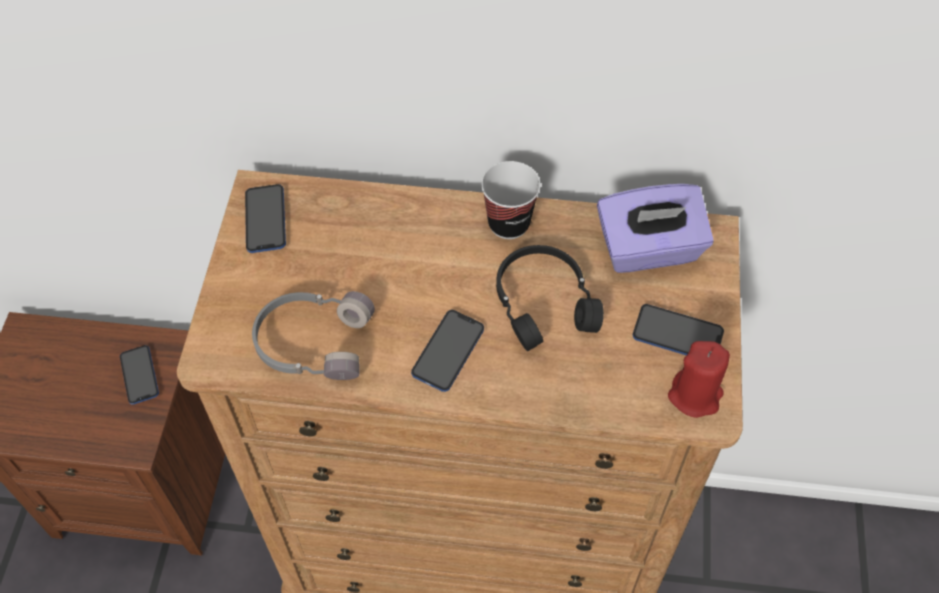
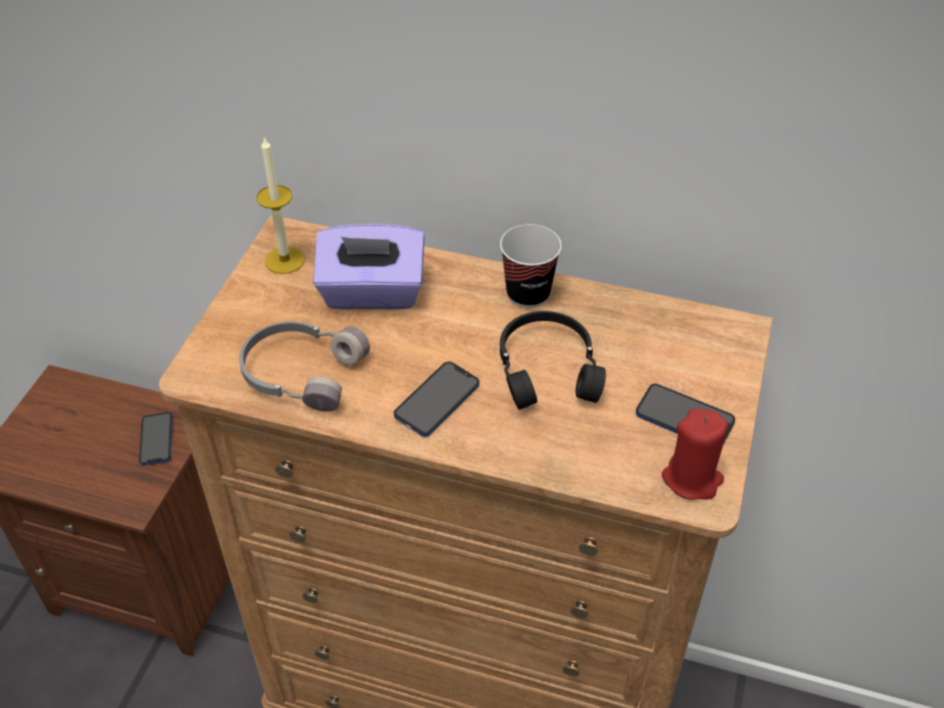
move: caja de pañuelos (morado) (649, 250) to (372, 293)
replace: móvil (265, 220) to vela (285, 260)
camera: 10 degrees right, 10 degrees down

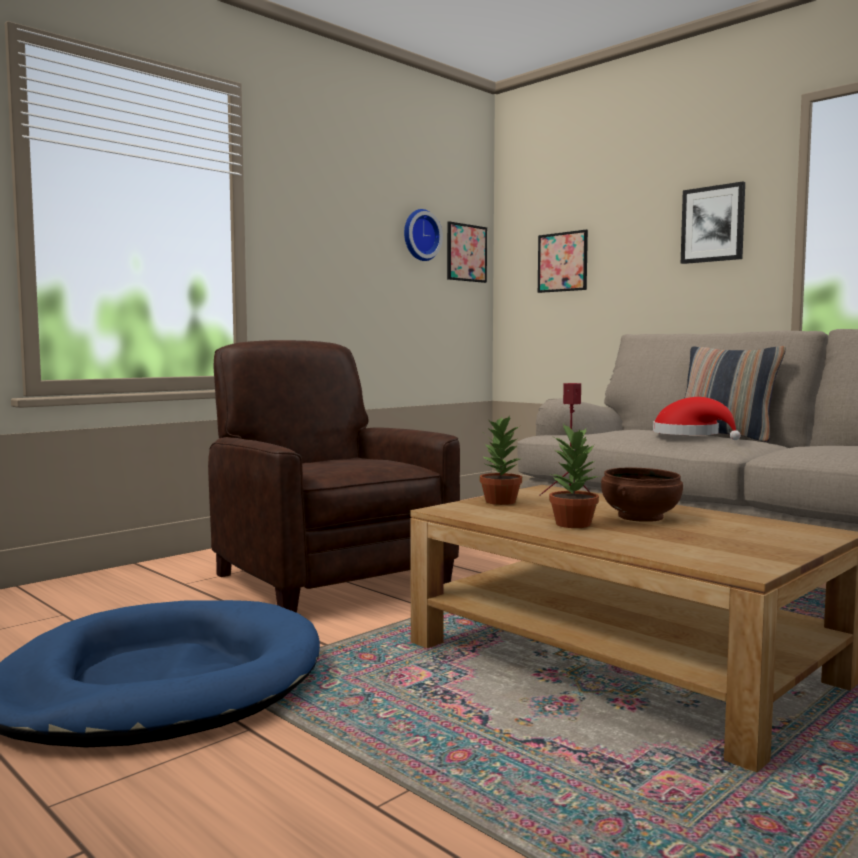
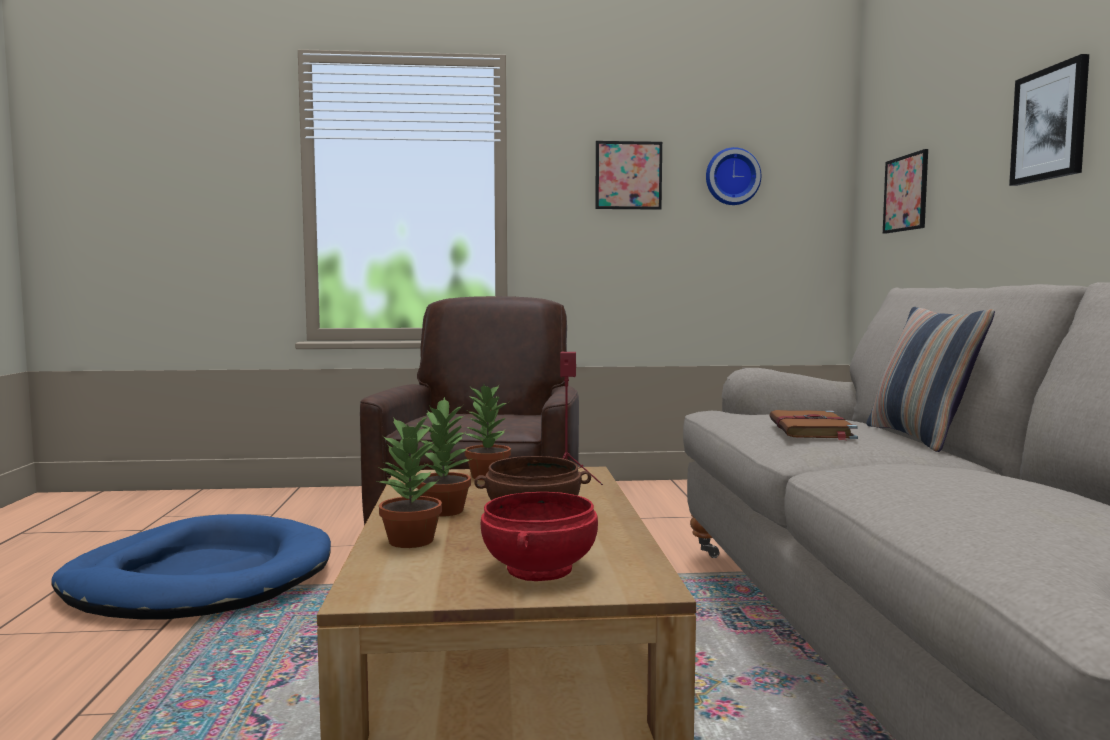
insert: planta en maceta (411, 541); cuenco (rojo) (541, 569)
move: cuadro (466, 253) to (628, 175)
replace: sombrero (rojo) (690, 435) to libro (marrón) (811, 429)
camera: 40 degrees right, 0 degrees up

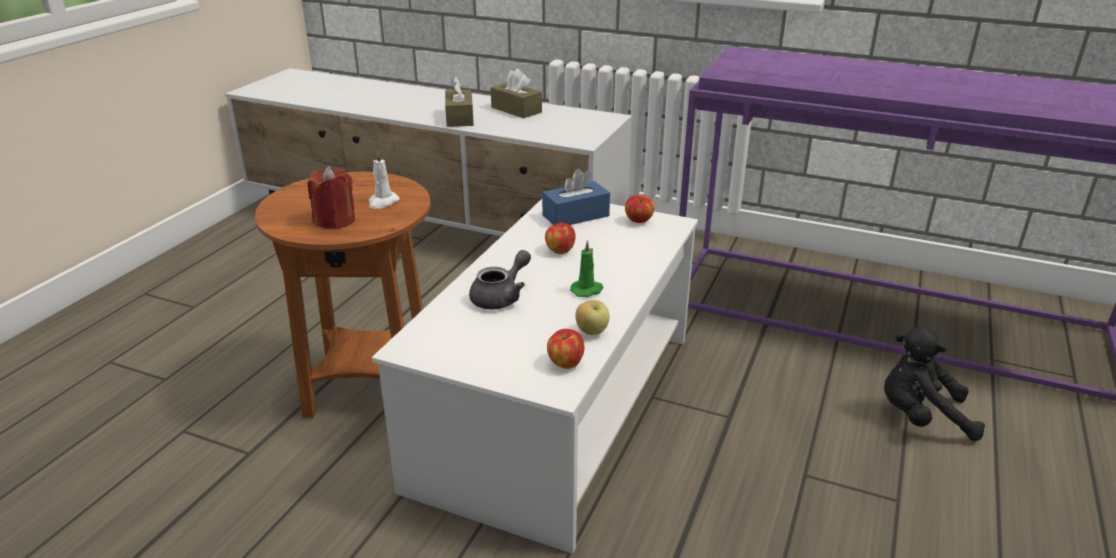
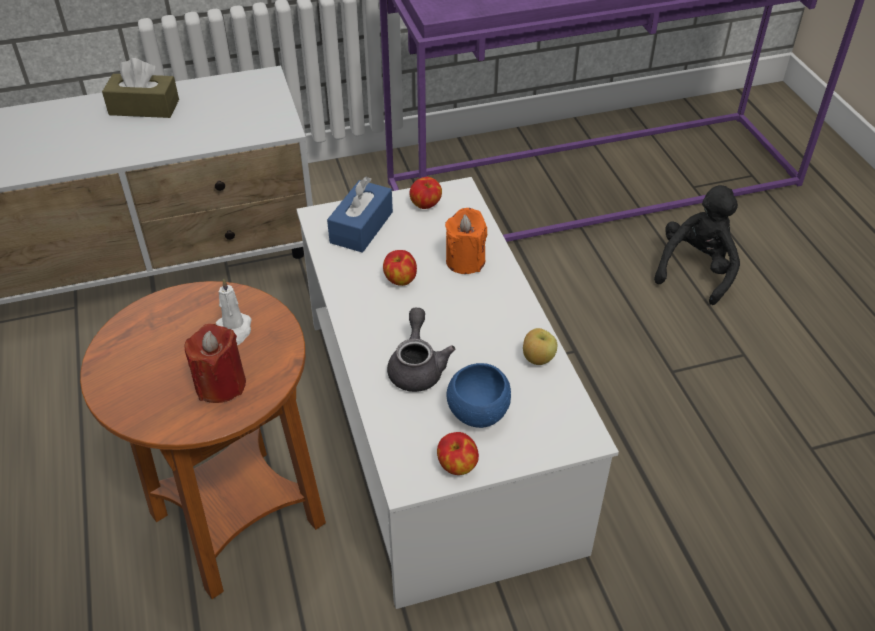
delete: caja de pañuelos (marrón) (459, 118); vela (verde) (587, 290)
insert: vela (naranja) (465, 261); cuenco (azul) (477, 413)
move: manzana (565, 363) to (457, 466)
rotate: peluche (negro) (920, 417) = (696, 270) 150 degrees clockwise
camera: 40 degrees left, 15 degrees up

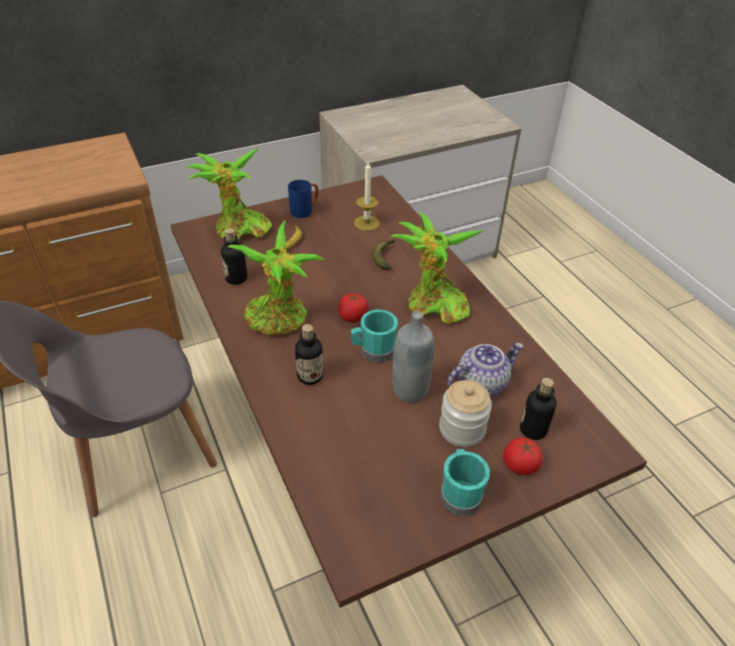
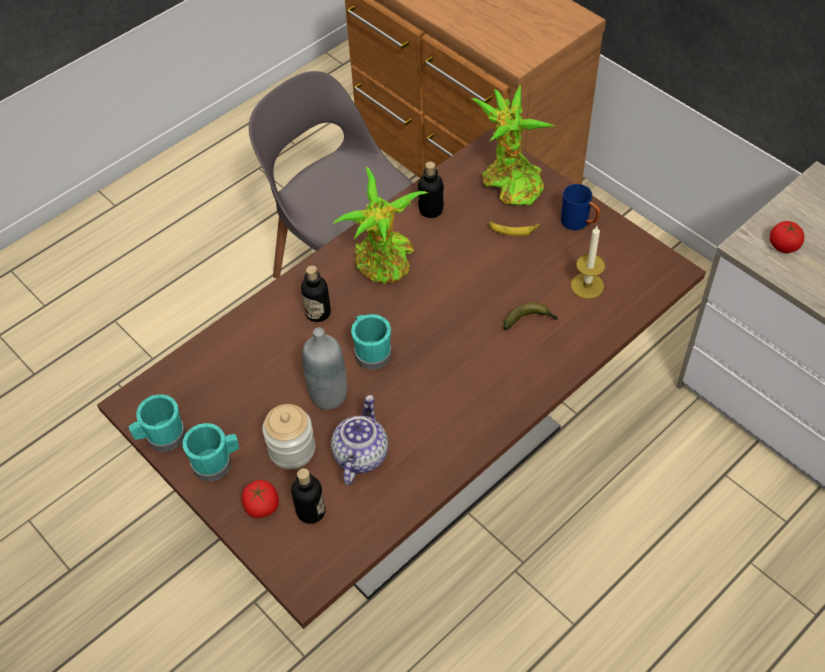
delete: planta en maceta (433, 306)
insert: taza grande (turquesa) (161, 437)
move: tomate (352, 317) to (783, 246)
rotate: tetera (481, 383) = (360, 454) 120 degrees counterclockwise
camera: 75 degrees right, 10 degrees up

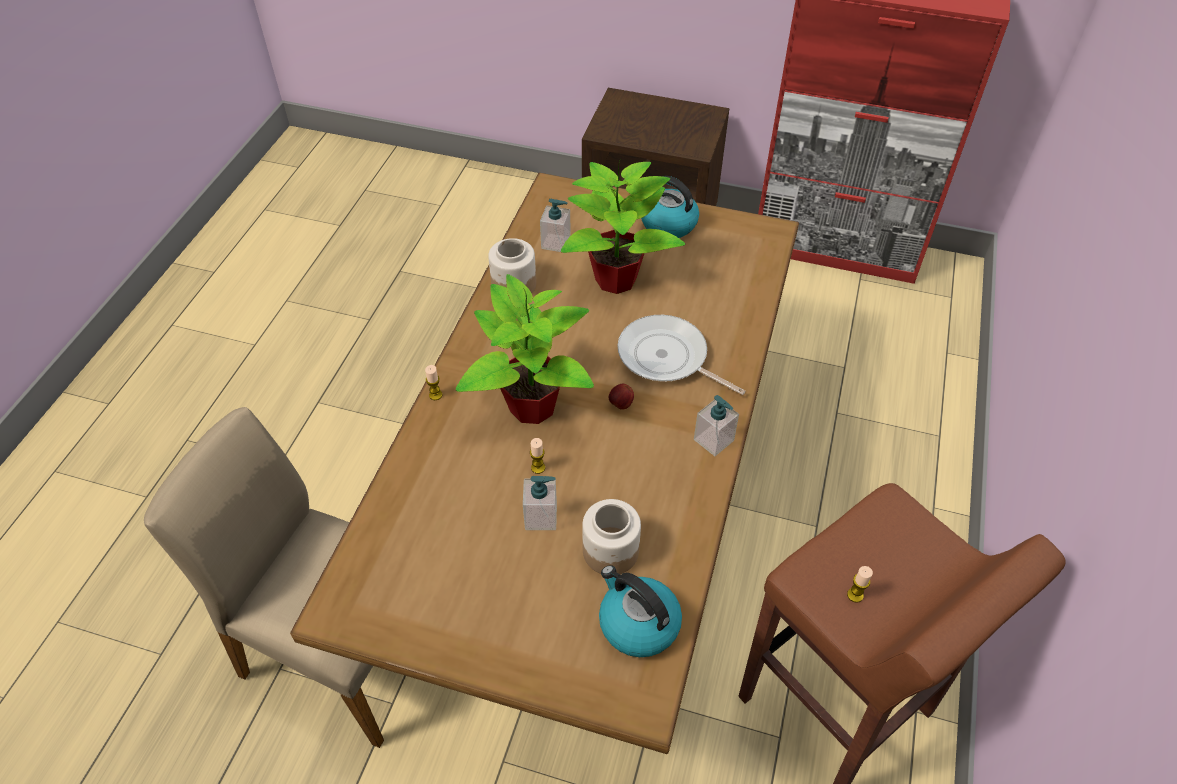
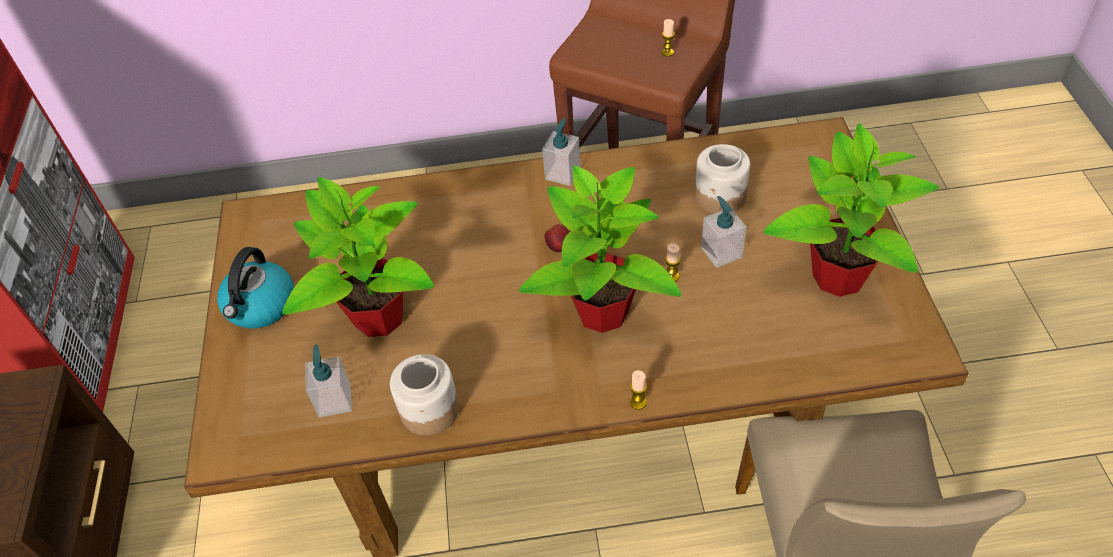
delete: sartén (667, 358); hervidor (637, 624)
insert: planta en maceta (837, 275)
camera: 110 degrees left, 0 degrees up

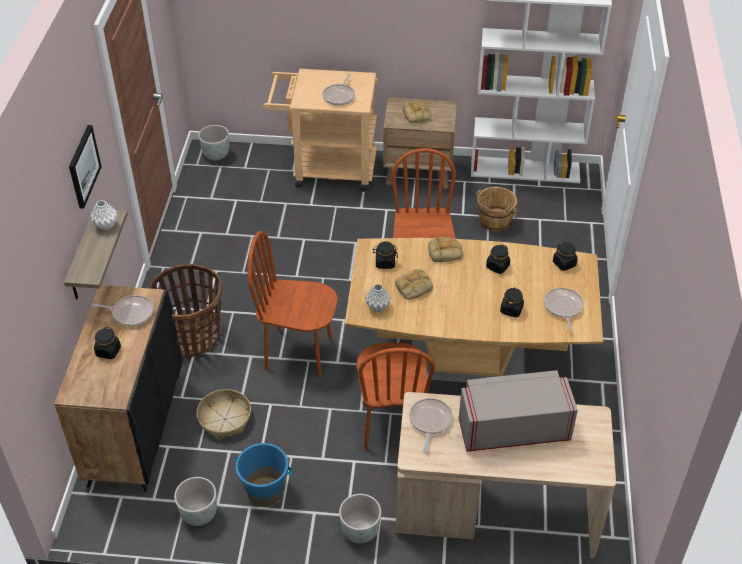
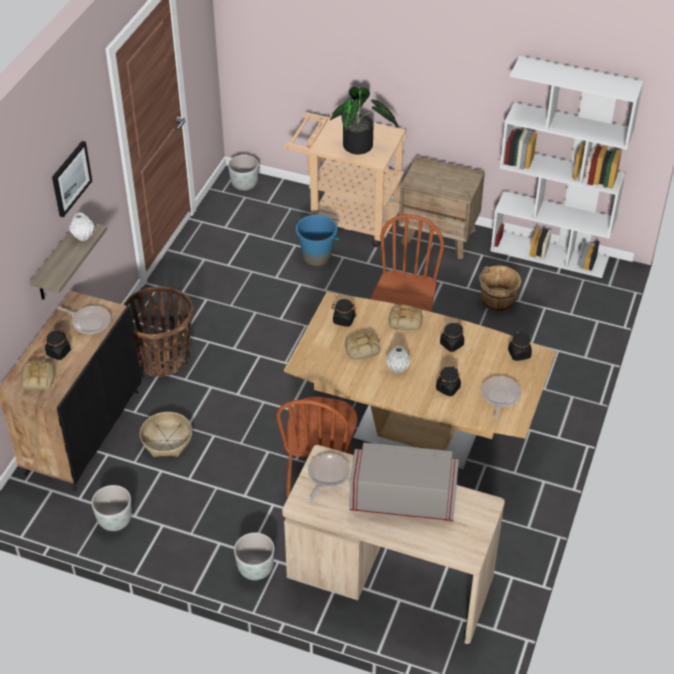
delete: silla (marrón) (298, 352)
move: pan (417, 115) to (38, 378); florero (gris) (377, 307) to (397, 368); cubo (azul) (265, 491) to (317, 256)
replace: sartén (339, 96) to planta en maceta (360, 147)
camera: 15 degrees right, 0 degrees up

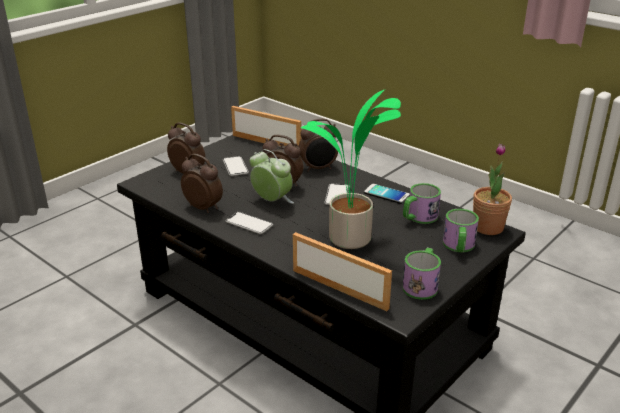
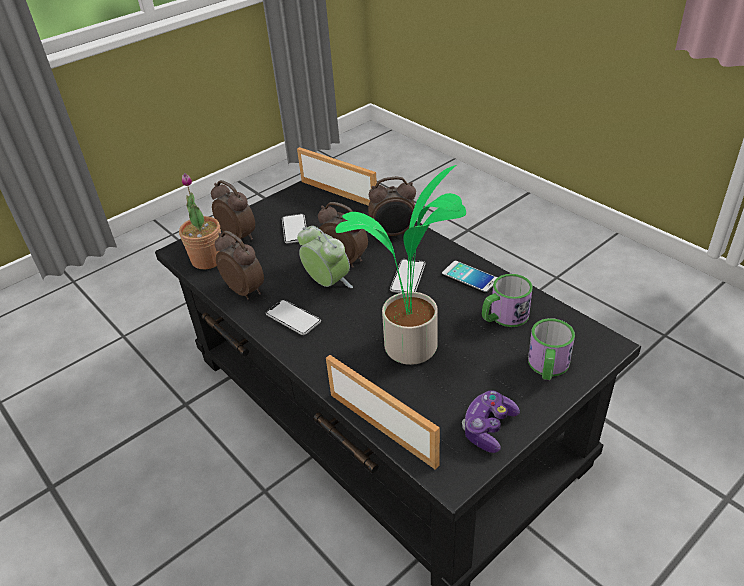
move: planta en maceta (488, 227) to (207, 260)
replace: taza grande (421, 284) to mando de consola (488, 428)
camera: 10 degrees right, 10 degrees up

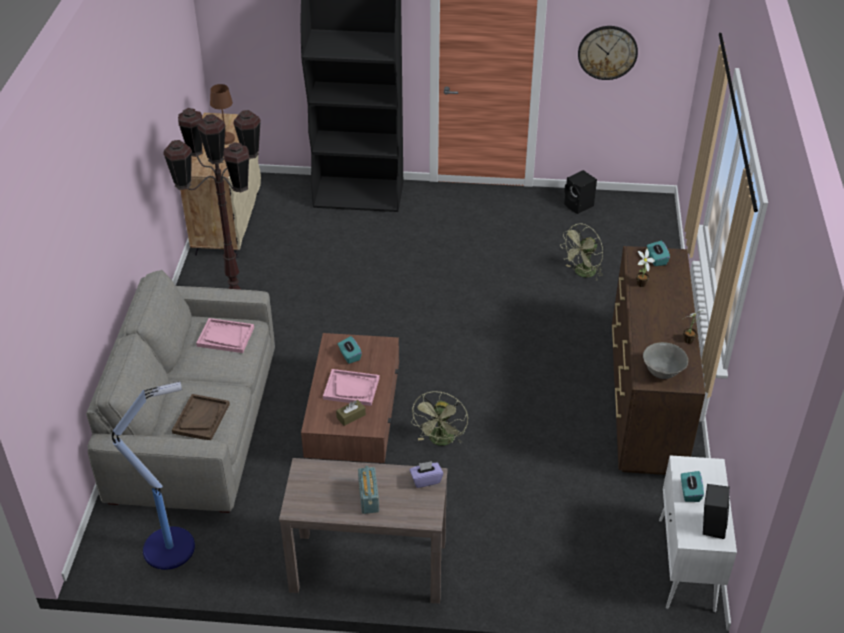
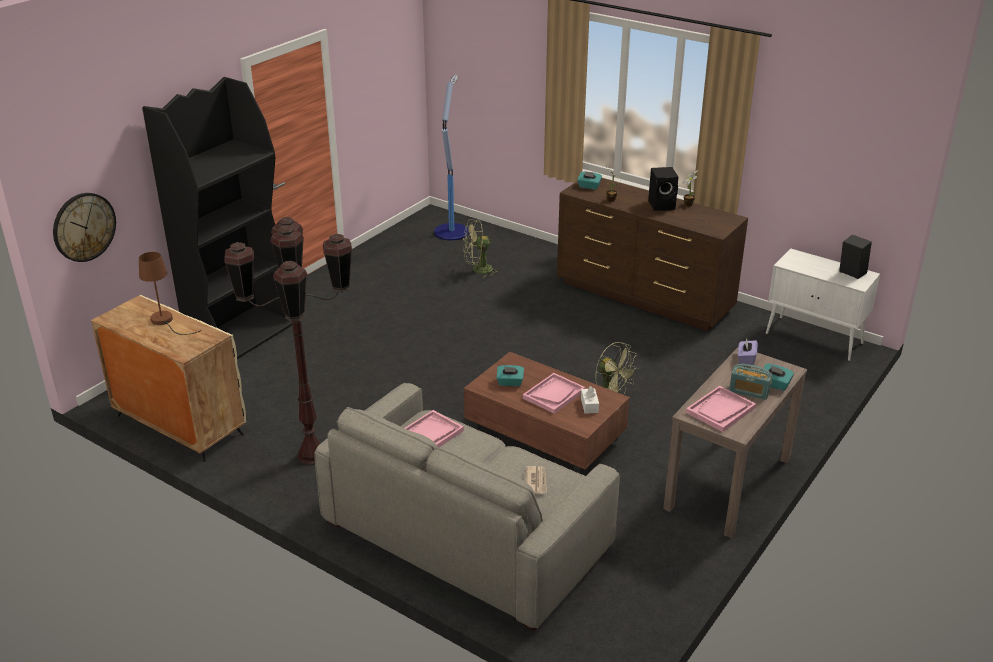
delete: cuenco (gris) (662, 372)
insert: bandeja (rosa) (720, 410)
move: reloj de pared (607, 52) to (84, 227); altavoz (negro) (579, 206) to (662, 205); lámpara de pie (171, 547) to (451, 231); caja de pañuelos (turquesa) (690, 492) to (774, 384)
replace: bandeja (marrón) (201, 418) to periódico (536, 481)
recolor: caja de pañuelos (marrón) (351, 416) to caja de pañuelos (blanco) (589, 405)
rotate: ventilador (verde) (582, 273) = (478, 270) 90 degrees clockwise
camera: 60 degrees left, 10 degrees down

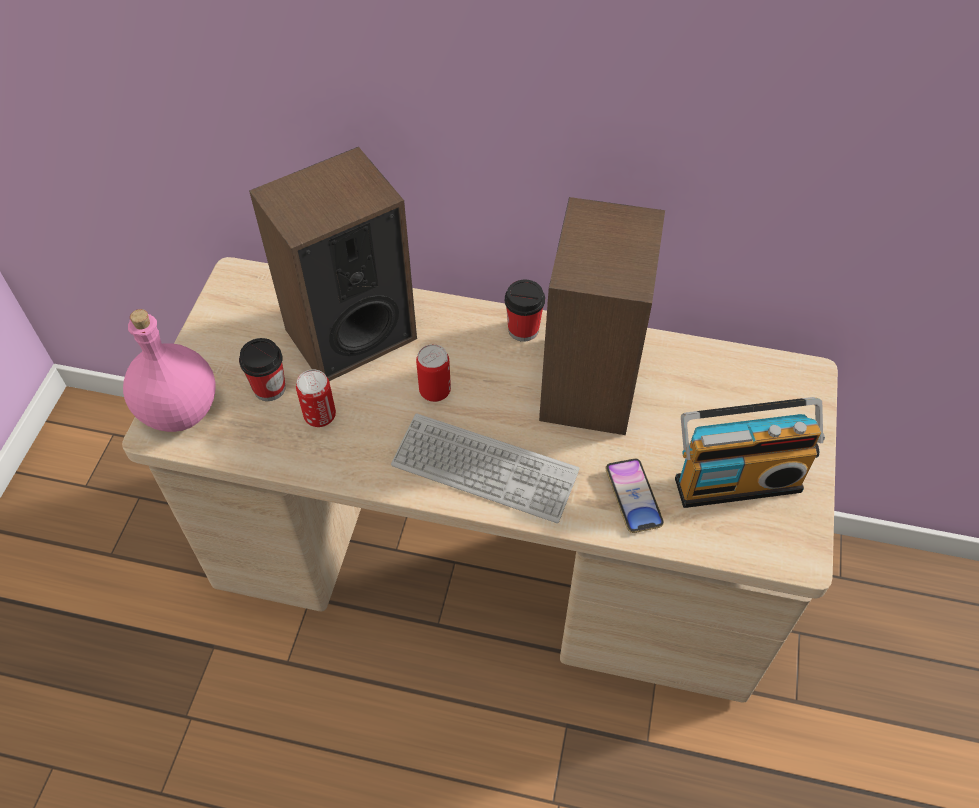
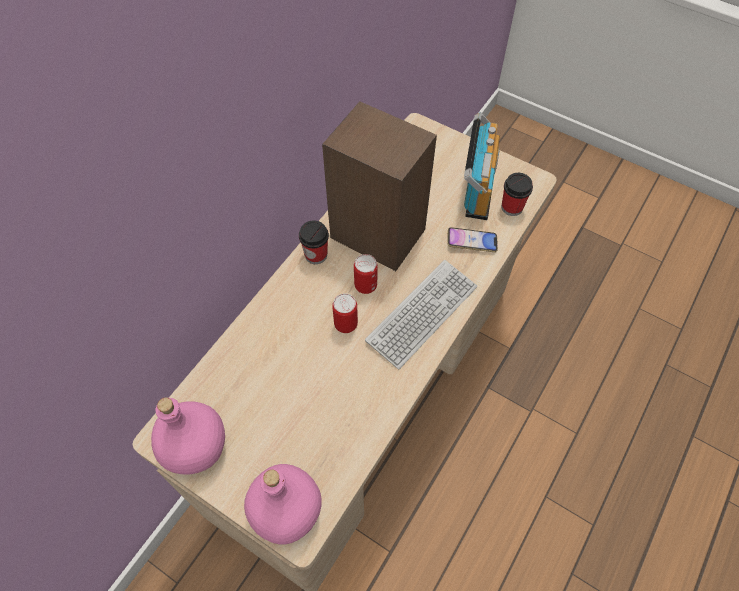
delete: altavoz (350, 333)
insert: botella (rosa) (197, 448)
move: taza (269, 388) to (512, 207); lata (320, 416) to (365, 285)
camera: 70 degrees left, 5 degrees up

